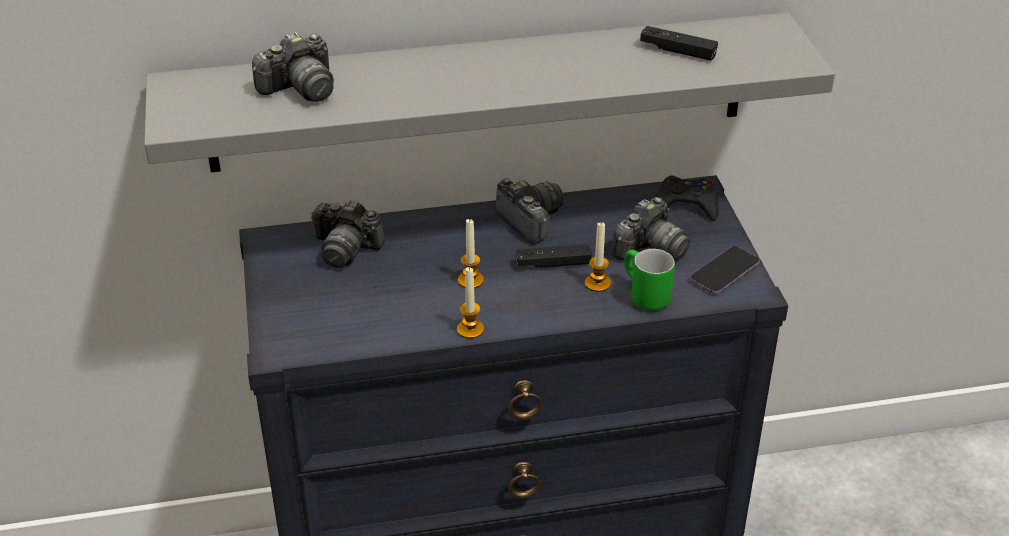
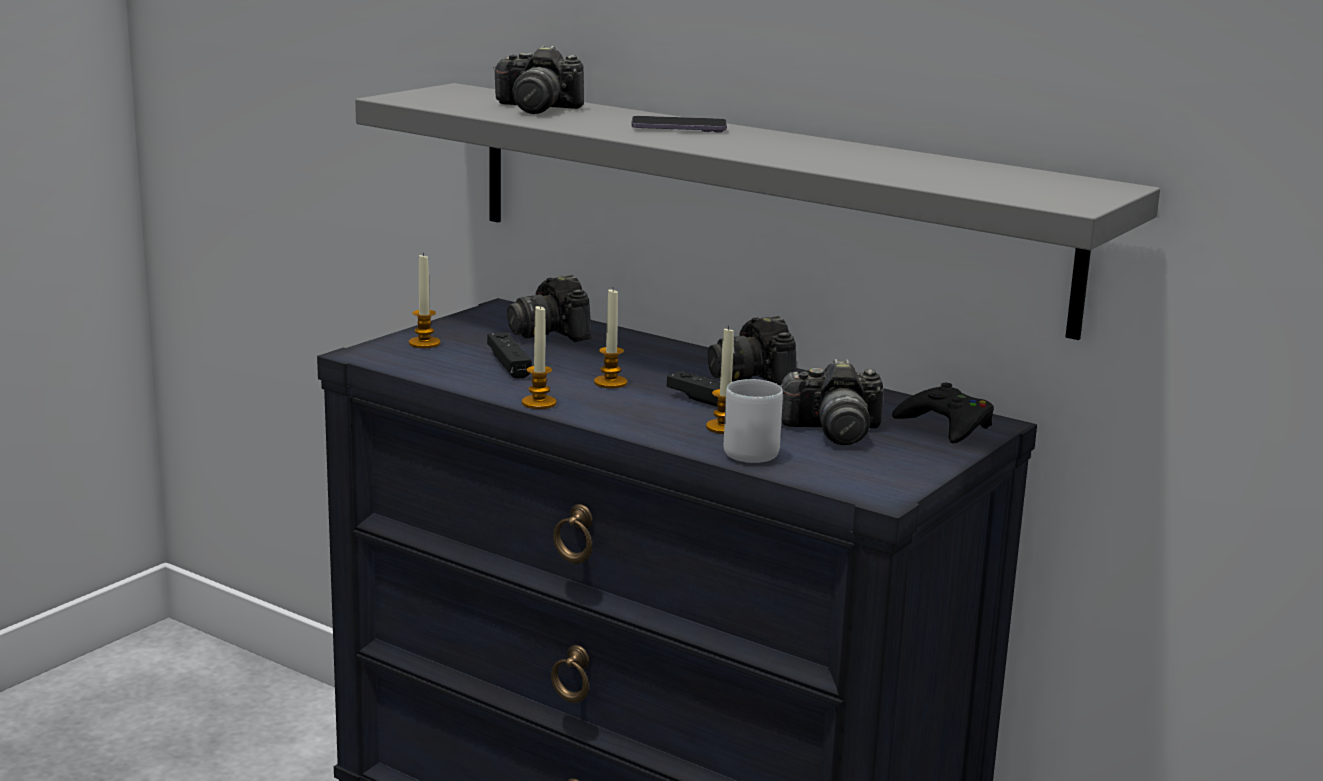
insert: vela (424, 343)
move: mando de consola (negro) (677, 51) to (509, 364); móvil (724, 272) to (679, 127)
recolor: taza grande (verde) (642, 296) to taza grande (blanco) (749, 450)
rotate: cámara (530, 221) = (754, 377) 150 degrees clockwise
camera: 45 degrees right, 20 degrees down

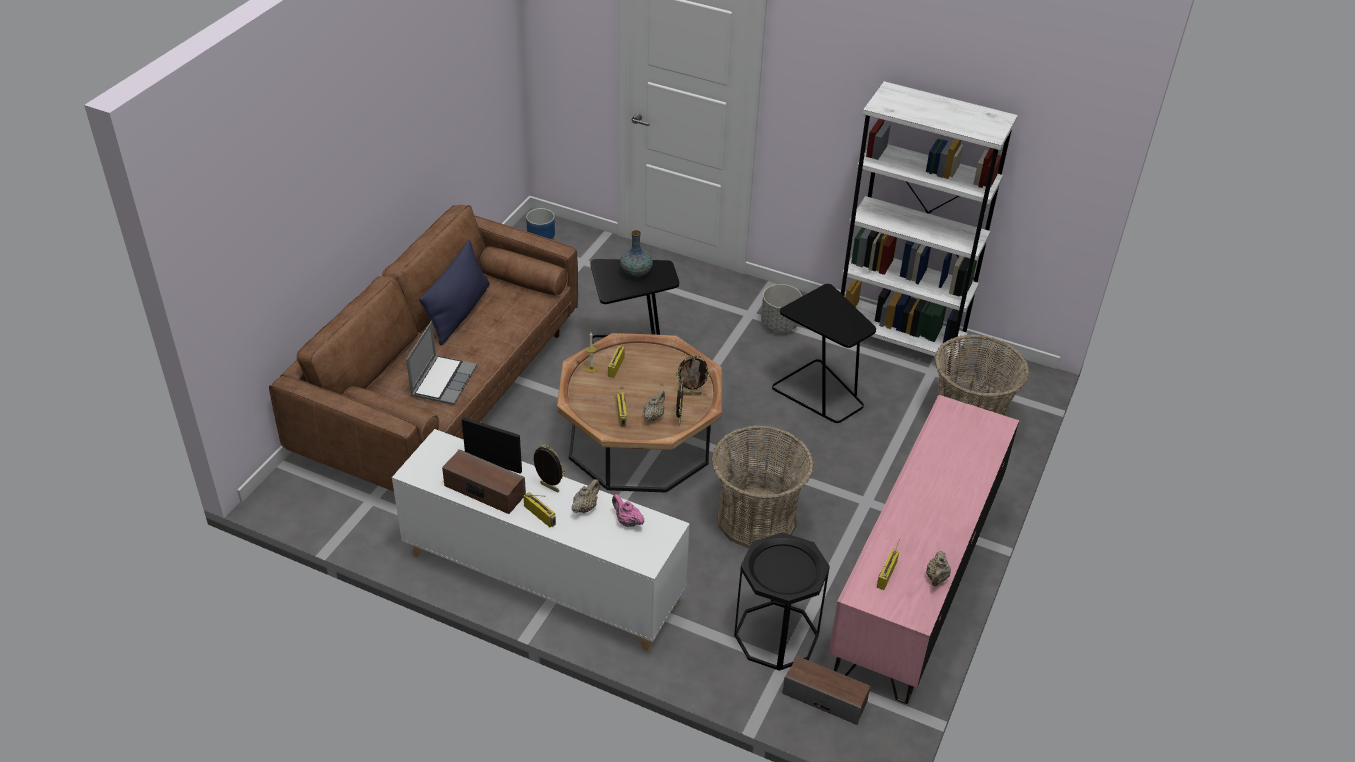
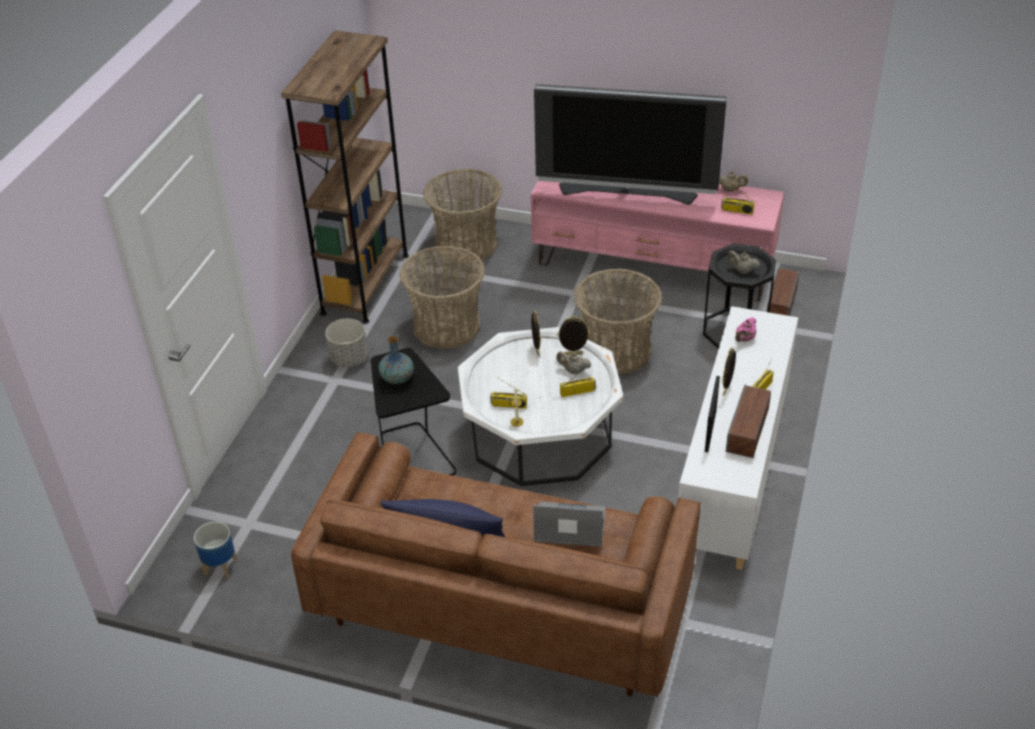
insert: televisor (627, 192)
move: tetera (beis) (585, 507) to (742, 270)
replace: mesa auxiliar (negro) (820, 393) to cesta (446, 326)
recolor: estantería (blanco) (898, 341) to estantería (marrón) (365, 284); mesa de centro (marrón) (640, 441) to mesa de centro (blanco) (540, 434)
camera: 95 degrees left, 0 degrees up

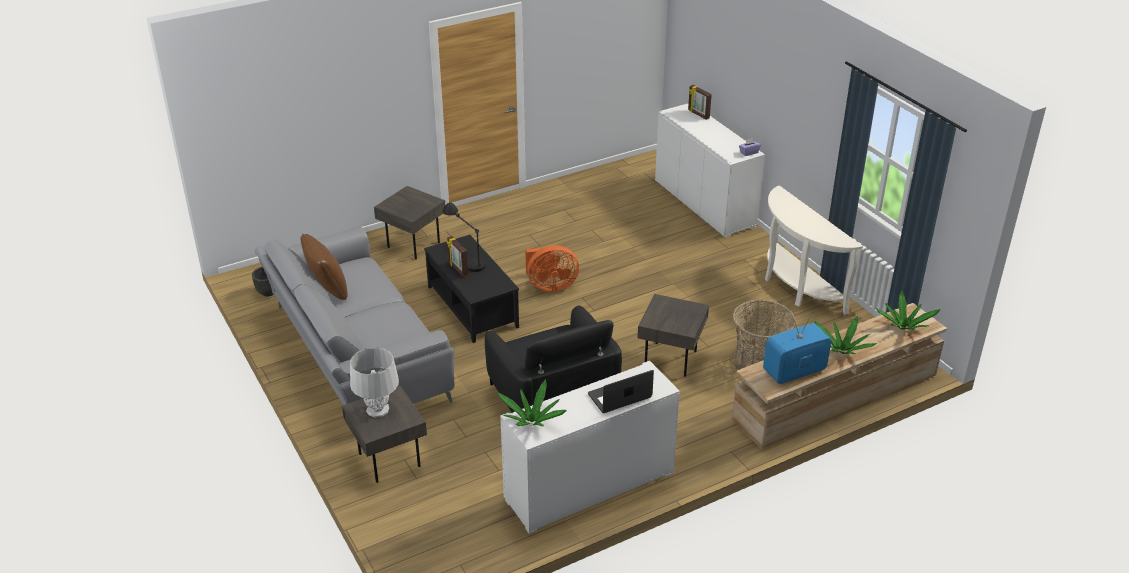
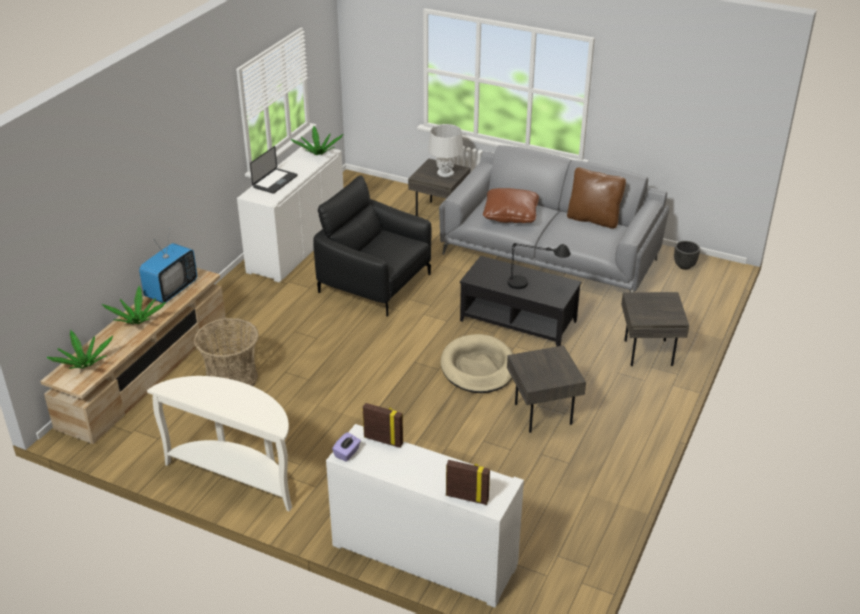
insert: cojín (marrón) (510, 215)
move: portarretratos (458, 269) to (383, 440); mesa auxiliar (gris) (671, 360) to (541, 413)
replace: ventilador (naranja) (550, 286) to cama para perro (beis) (478, 367)
camera: 145 degrees right, 0 degrees up

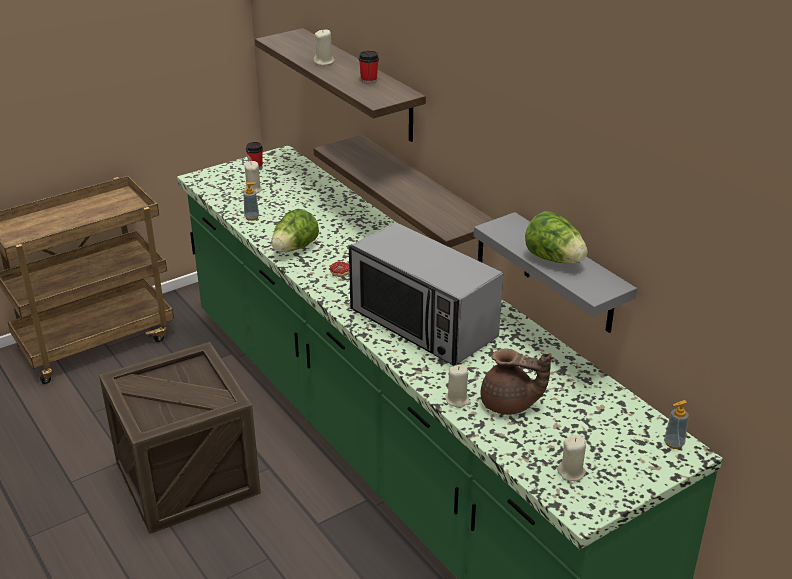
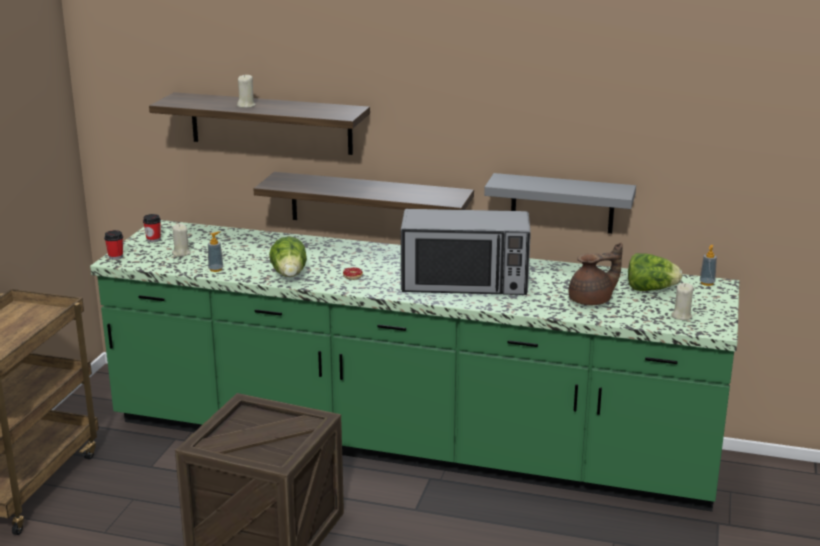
delete: vela (beis) (457, 400)
move: taza (369, 81) to (115, 257); lechuga (554, 259) to (650, 289)
camera: 40 degrees left, 10 degrees down

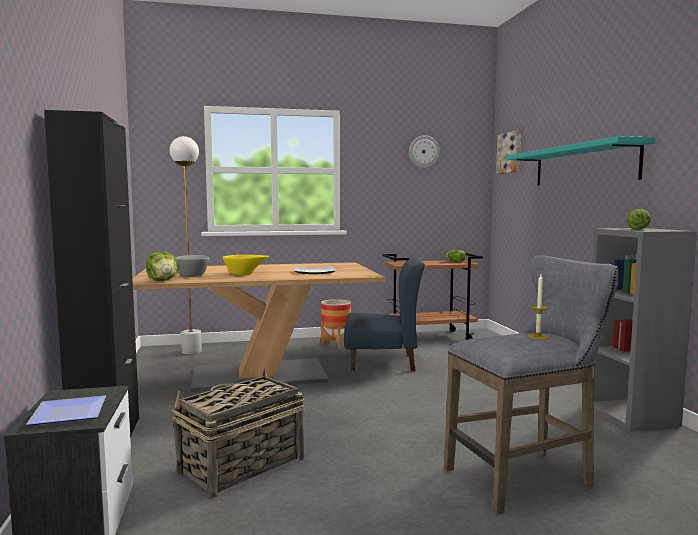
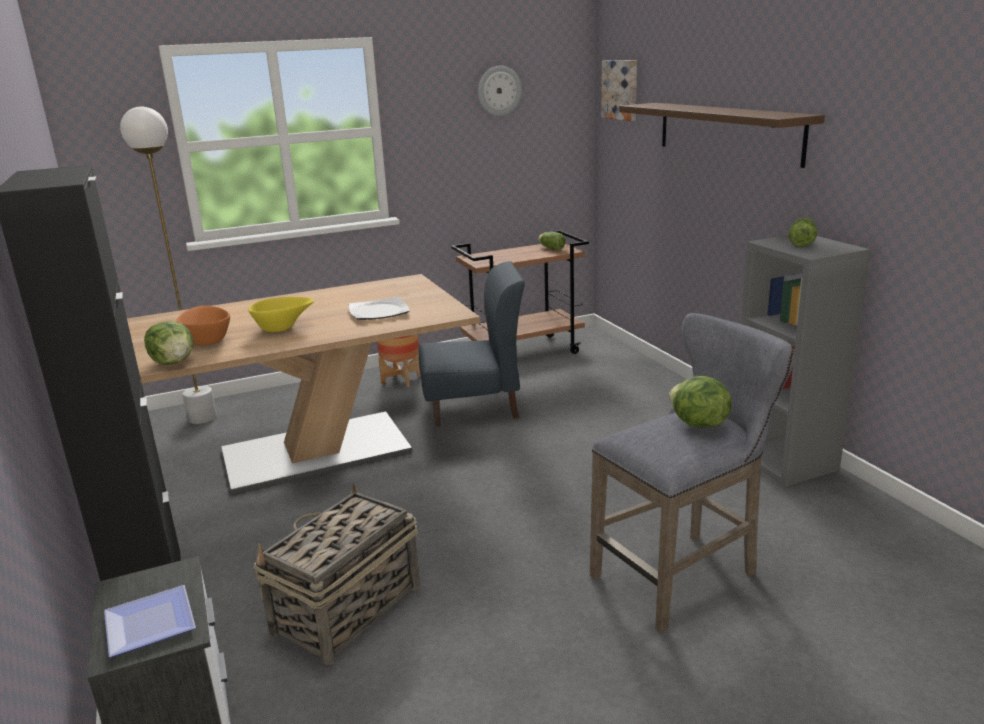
replace: vela (538, 336) to lechuga (697, 424)
recolor: estante (turquesa) (583, 165) to estante (marrón) (727, 132); cuenco (gris) (192, 275) to cuenco (naranja) (207, 340)
camera: 10 degrees left, 15 degrees up

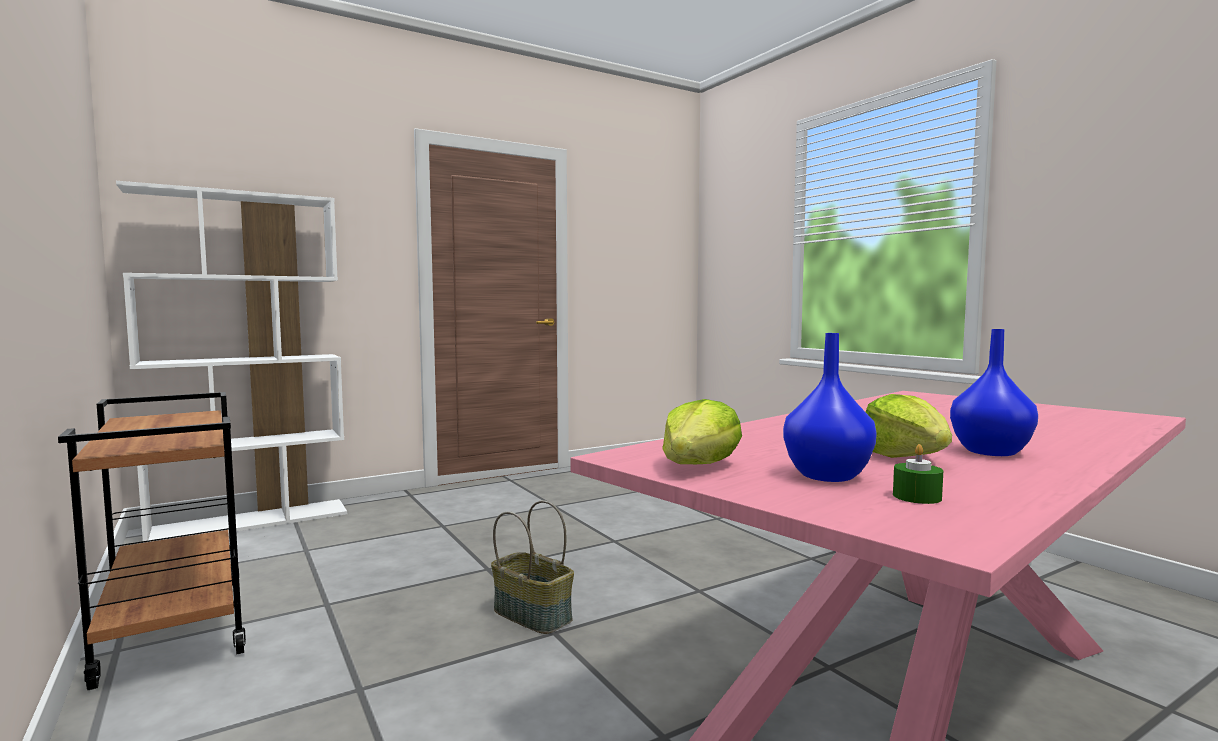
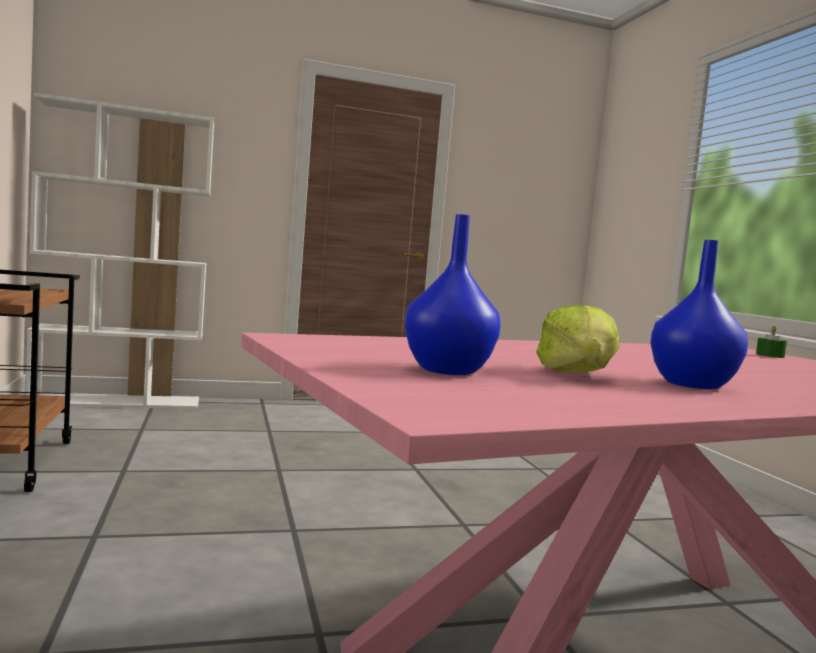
delete: lechuga (699, 466); cesta (533, 615)
move: vela (verde) (916, 497) to (770, 355)
camera: 15 degrees right, 0 degrees up

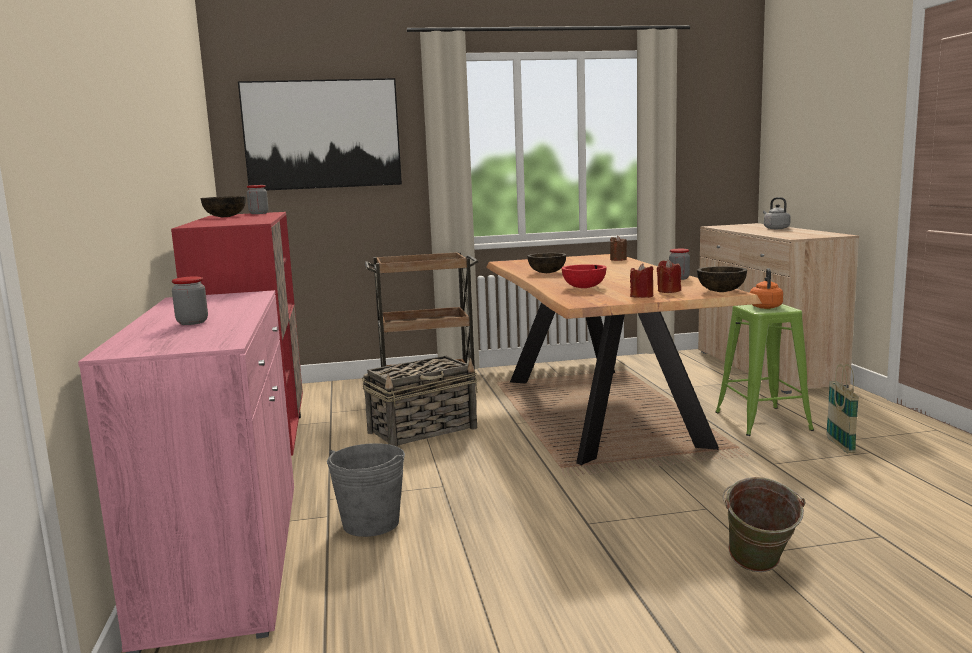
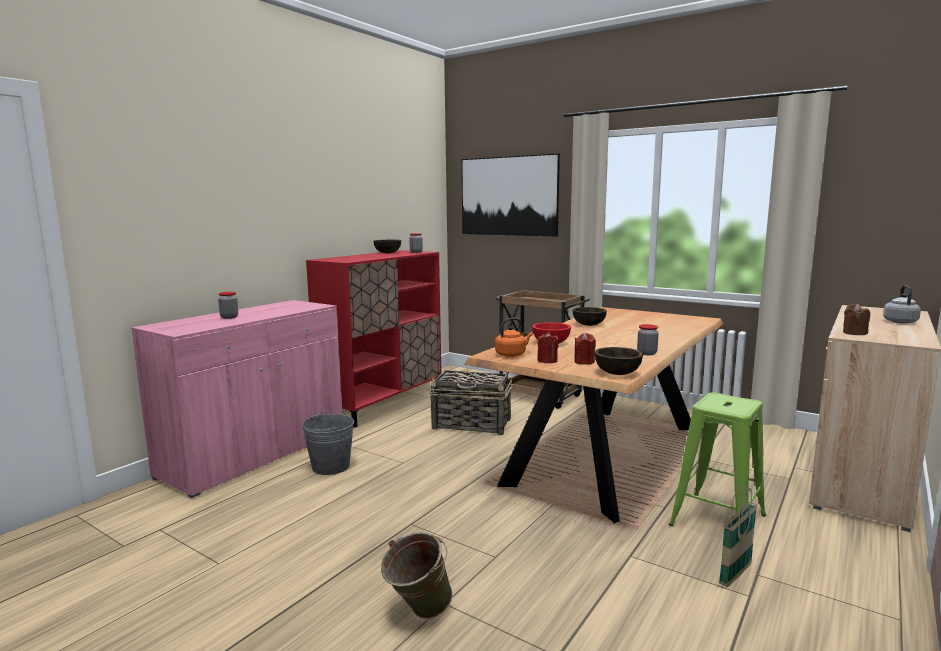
move: vela (marrón) (618, 259) to (854, 333); hervidor (naranja) (765, 307) to (512, 354)
camera: 45 degrees right, 0 degrees up

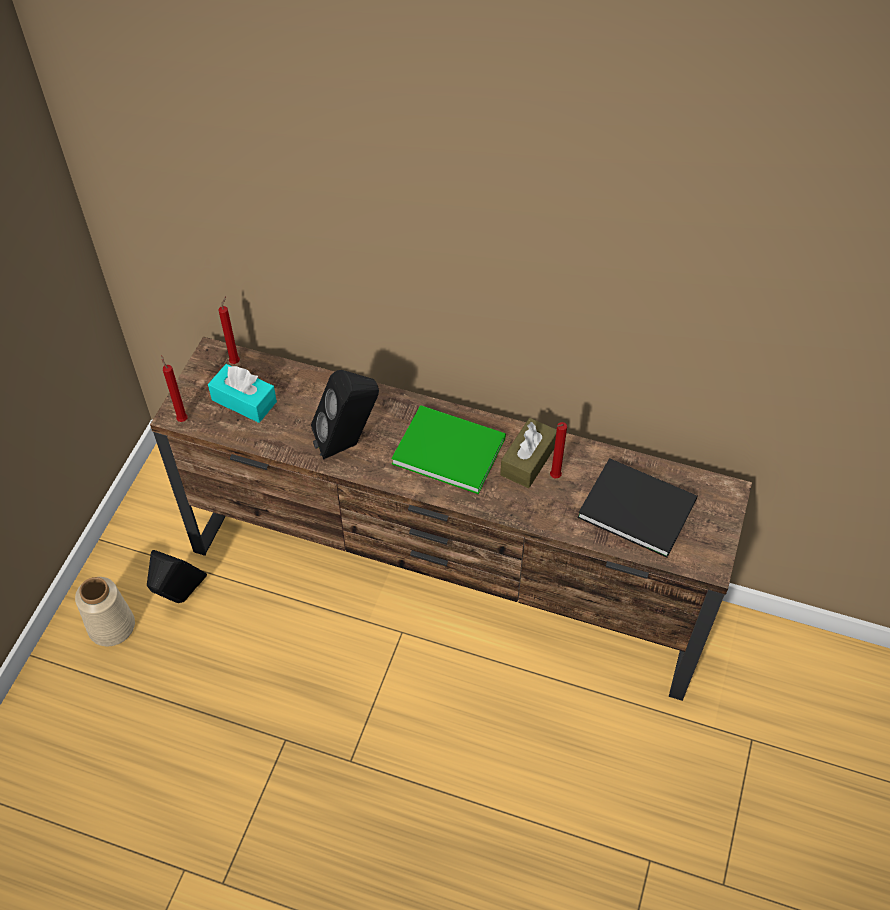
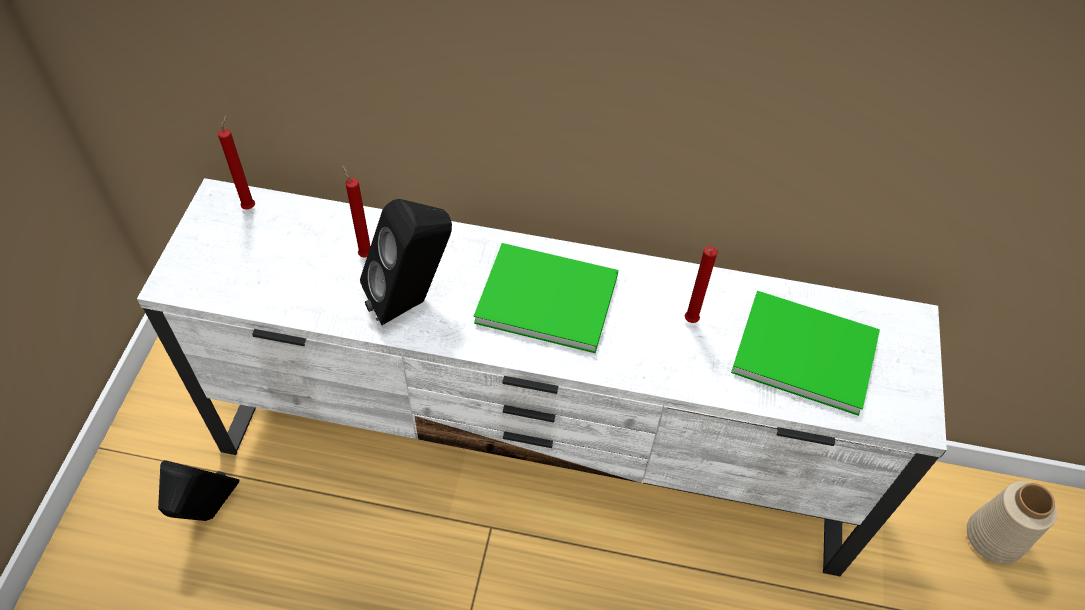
delete: caja de pañuelos (turquesa) (244, 401); caja de pañuelos (marrón) (528, 460)
move: vela (rojo) (182, 419) to (364, 254); florero (beis) (112, 627) to (995, 538)
recolor: mueble de televisión (marrón) (447, 579) to mueble de televisión (blanco) (537, 454); libro (negro) (635, 505) to libro (verde) (801, 349)
camera: 10 degrees left, 0 degrees up

